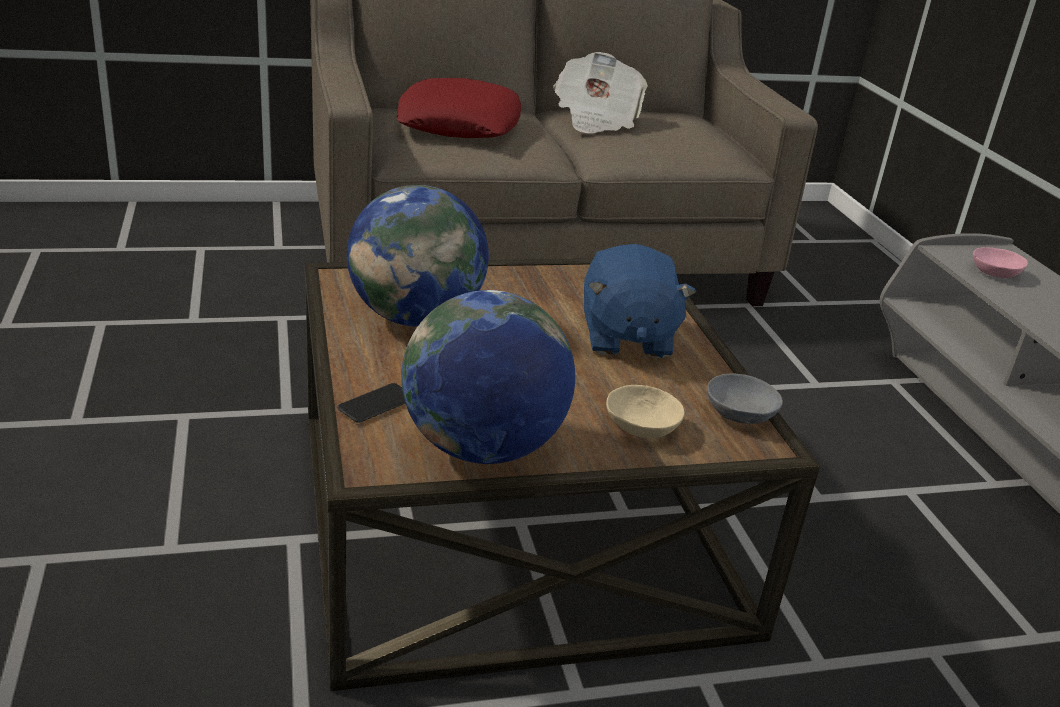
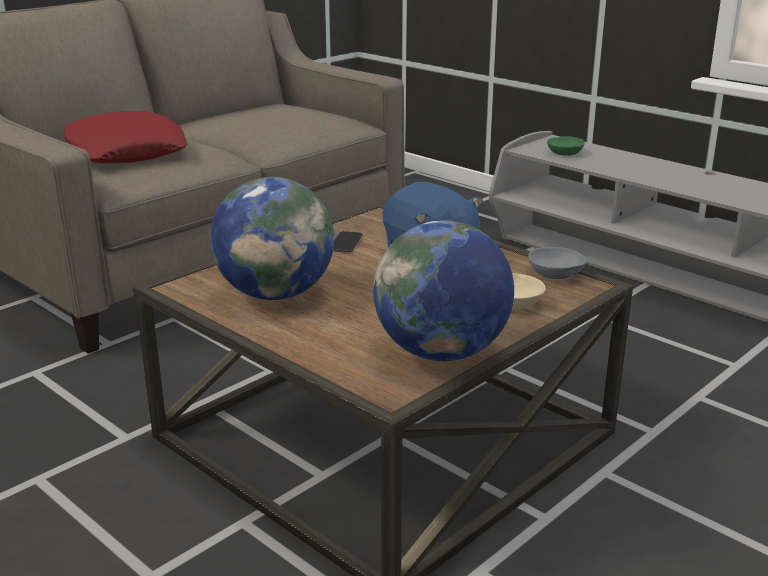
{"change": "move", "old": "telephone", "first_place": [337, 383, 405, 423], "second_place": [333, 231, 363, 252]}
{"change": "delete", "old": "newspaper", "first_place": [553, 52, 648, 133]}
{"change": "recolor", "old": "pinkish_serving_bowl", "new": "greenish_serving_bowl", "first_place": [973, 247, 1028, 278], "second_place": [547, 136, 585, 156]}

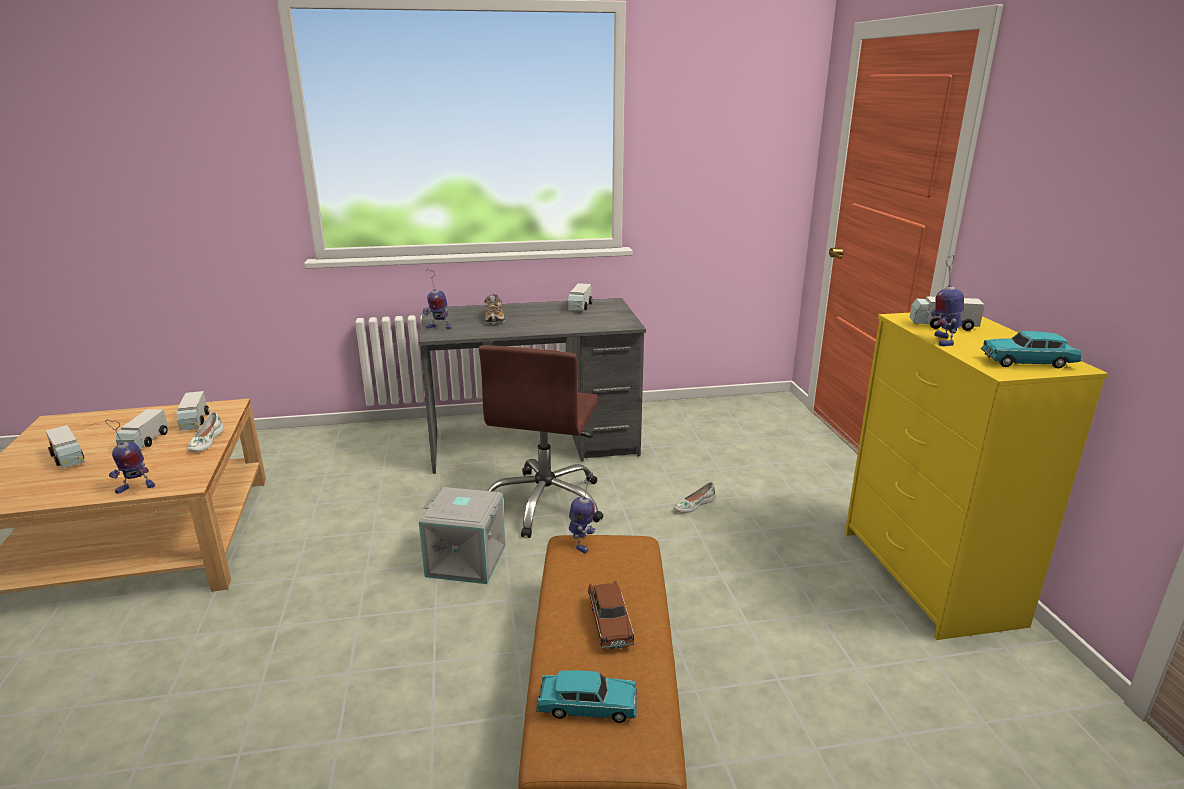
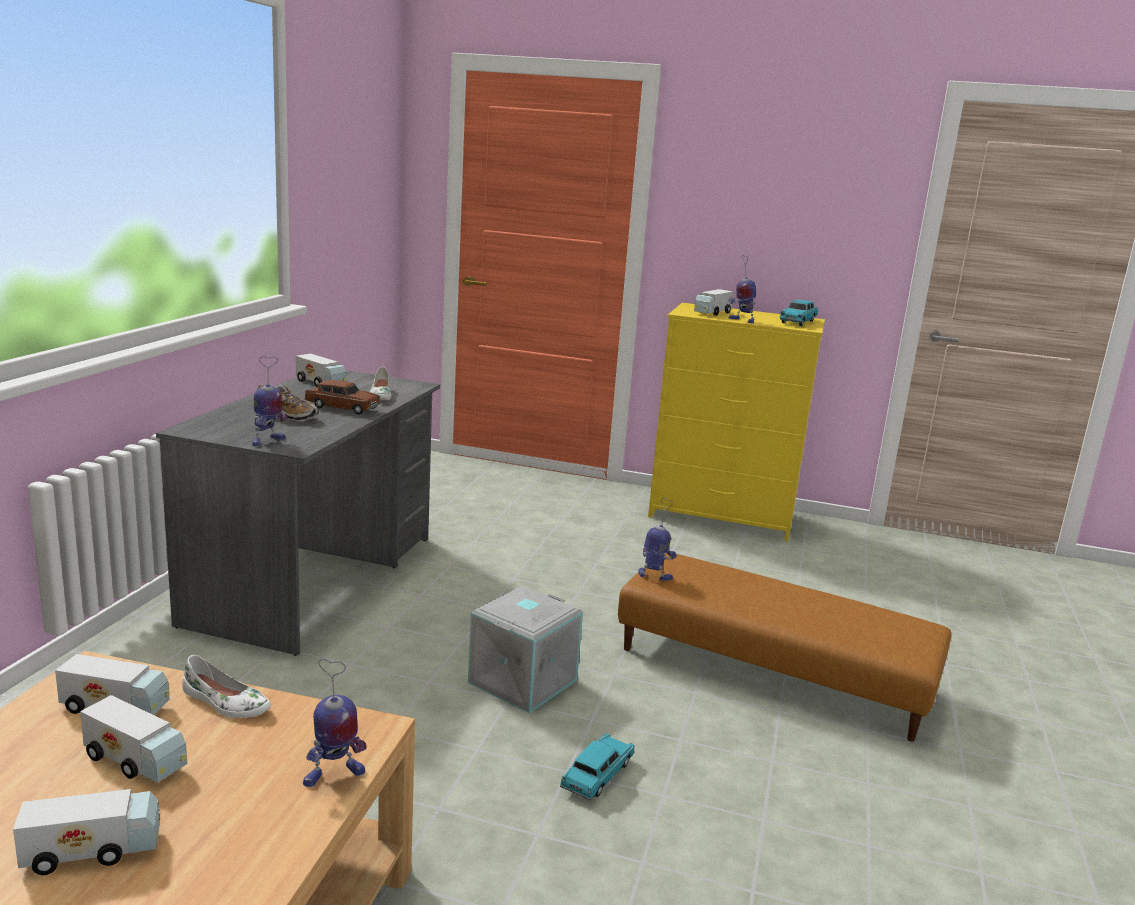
{"change": "rotate", "old": "model_robot", "first_place": [105, 420, 155, 494], "second_place": [303, 659, 367, 787], "degrees": 60}
{"change": "delete", "old": "brown_computer_chair", "first_place": [479, 345, 603, 538]}
{"change": "move", "old": "turquoise_model_car", "first_place": [536, 670, 638, 723], "second_place": [560, 733, 635, 800]}
{"change": "move", "old": "brown_model_car", "first_place": [588, 581, 635, 649], "second_place": [304, 380, 381, 415]}
{"change": "move", "old": "white_low_shoe", "first_place": [674, 482, 716, 513], "second_place": [370, 367, 391, 400]}

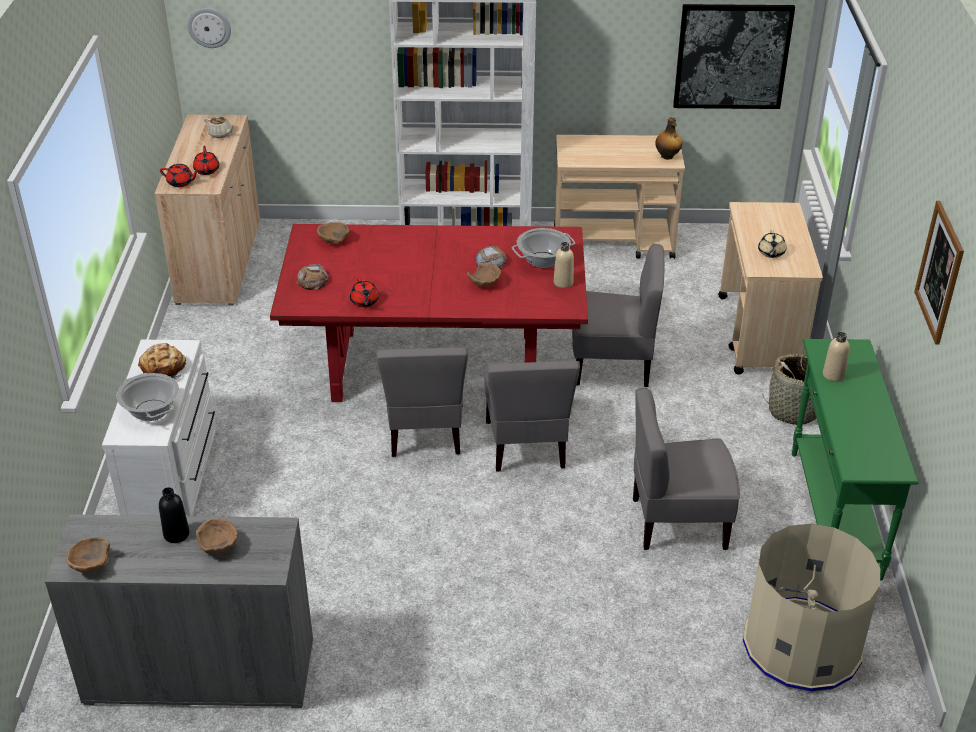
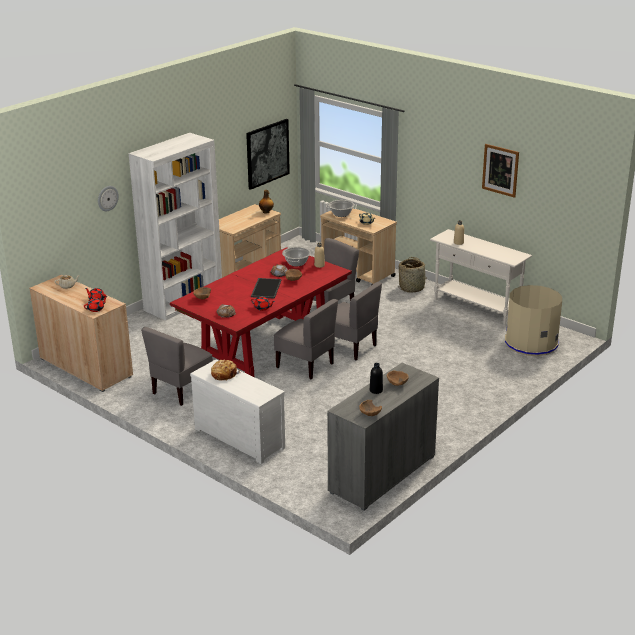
{"change": "move", "old": "saucepot", "first_place": [116, 373, 179, 421], "second_place": [326, 200, 357, 217]}
{"change": "move", "old": "hanging_clock", "first_place": [187, 8, 231, 48], "second_place": [98, 186, 119, 211]}
{"change": "move", "old": "grey_plain_chair", "first_place": [633, 388, 740, 550], "second_place": [141, 327, 213, 406]}
{"change": "recolor", "old": "greenish_hall_table", "new": "white_hall_table", "first_place": [792, 339, 919, 581], "second_place": [430, 229, 532, 325]}
{"change": "insert", "new": "carrying_tray", "second_place": [251, 278, 282, 299]}

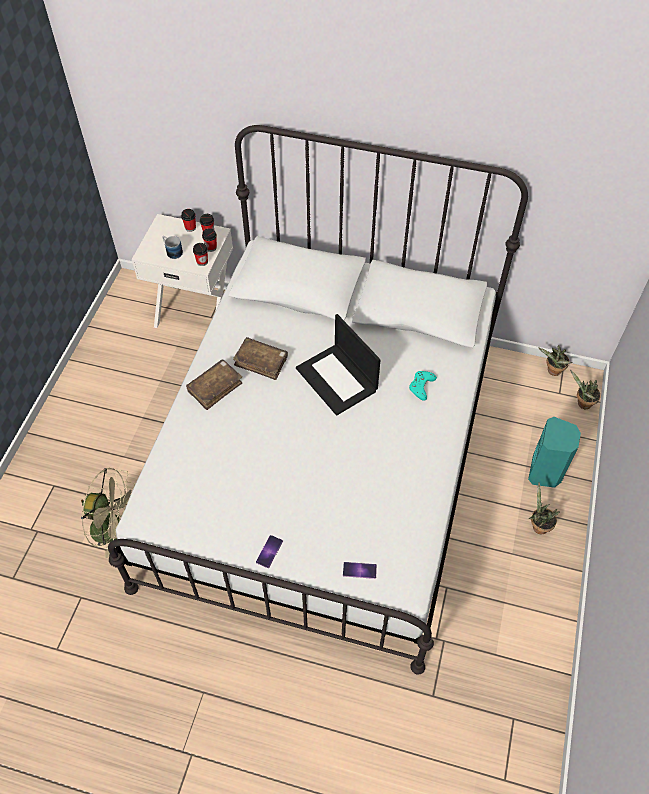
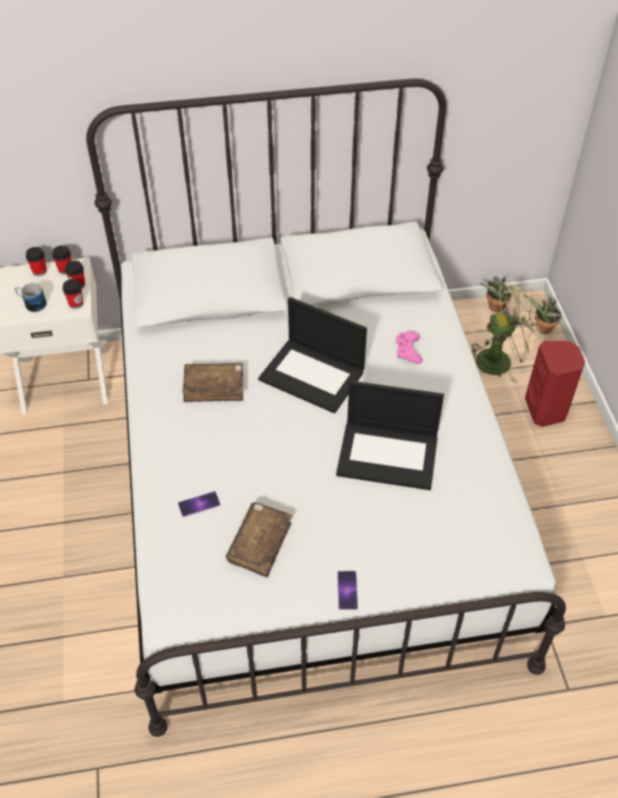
{"change": "move", "old": "sand-coloured_cooling_fan", "first_place": [81, 468, 134, 558], "second_place": [471, 280, 541, 384]}
{"change": "move", "old": "brown_book", "first_place": [186, 360, 242, 410], "second_place": [226, 502, 292, 577]}
{"change": "move", "old": "telephone", "first_place": [343, 562, 377, 579], "second_place": [178, 491, 220, 517]}
{"change": "recolor", "old": "turquoise_joypad", "new": "pinkish_joypad", "first_place": [409, 371, 437, 401], "second_place": [396, 331, 422, 364]}
{"change": "recolor", "old": "turquoise_speaker", "new": "red_speaker", "first_place": [528, 417, 581, 488], "second_place": [525, 341, 585, 427]}
{"change": "delete", "old": "potted_plant", "first_place": [529, 483, 560, 534]}
{"change": "insert", "new": "laptop", "second_place": [336, 381, 444, 490]}

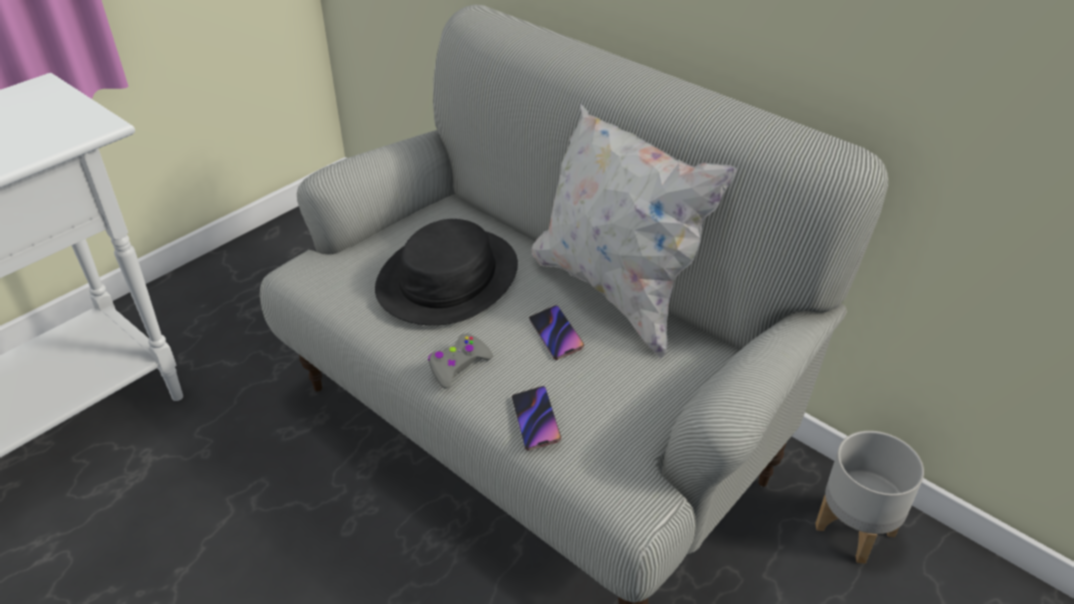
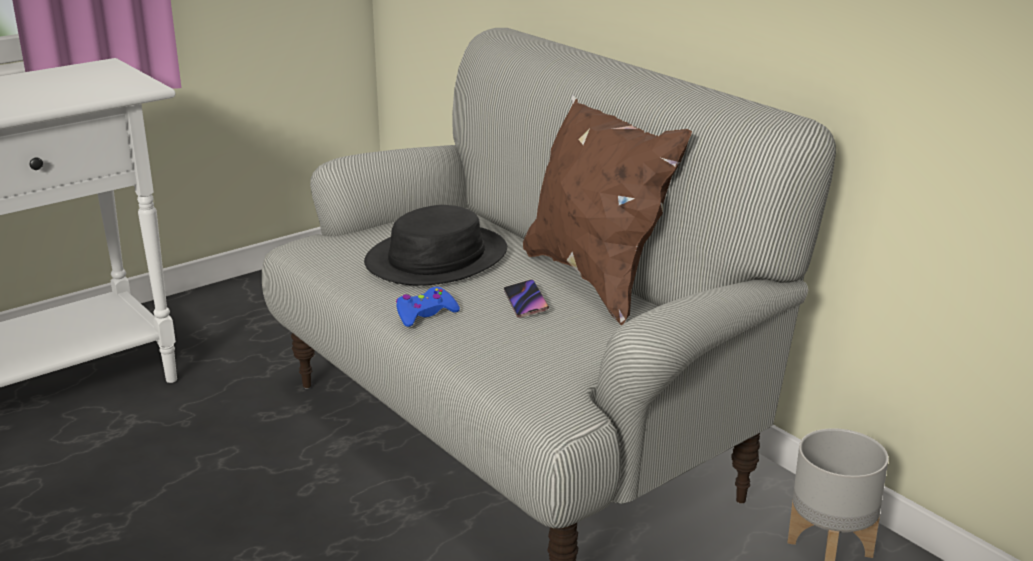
{"change": "recolor", "old": "grey_joypad", "new": "blue_joypad", "first_place": [428, 333, 493, 389], "second_place": [396, 287, 460, 327]}
{"change": "delete", "old": "telephone", "first_place": [512, 386, 562, 451]}
{"change": "recolor", "old": "white_throw_pillow", "new": "brown_throw_pillow", "first_place": [531, 104, 737, 359], "second_place": [523, 95, 692, 326]}

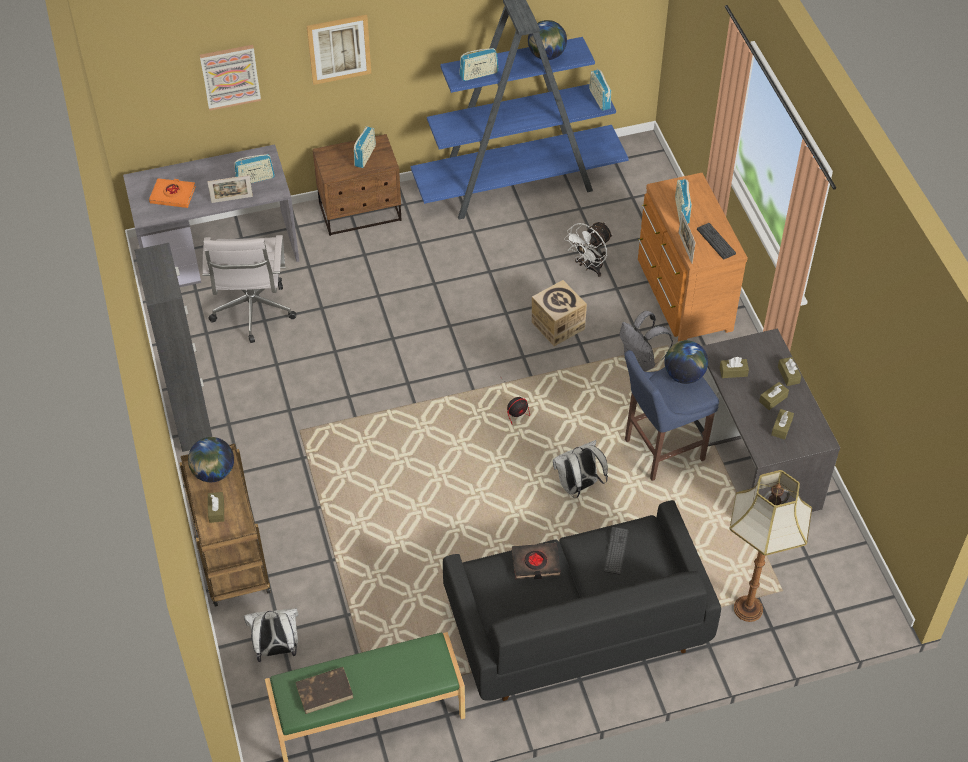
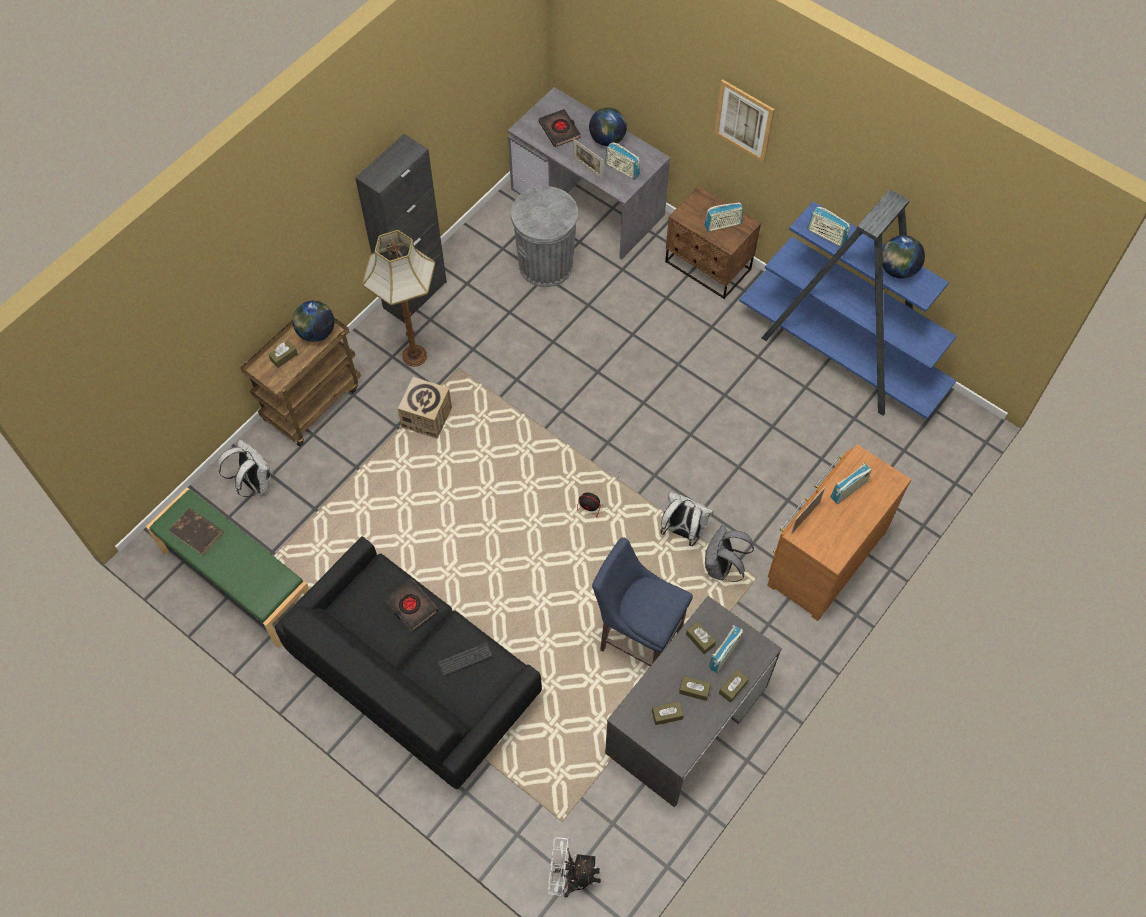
{"change": "recolor", "old": "orange-coloured_book", "new": "blackish_book", "first_place": [149, 178, 196, 208], "second_place": [539, 109, 581, 147]}
{"change": "delete", "old": "picture", "first_place": [200, 45, 261, 110]}
{"change": "replace", "old": "white_computer_chair", "new": "grey_waste_bin", "first_place": [202, 235, 296, 343], "second_place": [511, 186, 579, 287]}
{"change": "move", "old": "carton", "first_place": [532, 280, 587, 346], "second_place": [398, 377, 452, 439]}
{"change": "move", "old": "white_rucksack", "first_place": [553, 440, 608, 498], "second_place": [660, 492, 713, 546]}
{"change": "move", "old": "white_cooling_fan", "first_place": [564, 222, 613, 277], "second_place": [548, 837, 601, 898]}
{"change": "move", "old": "radio_receiver", "first_place": [589, 68, 611, 111], "second_place": [709, 625, 743, 673]}
{"change": "move", "old": "globe", "first_place": [664, 340, 708, 384], "second_place": [589, 107, 627, 146]}
{"change": "delete", "old": "PC_keyboard", "first_place": [697, 223, 736, 260]}
{"change": "move", "old": "standing_lamp", "first_place": [729, 470, 812, 622], "second_place": [362, 230, 435, 367]}

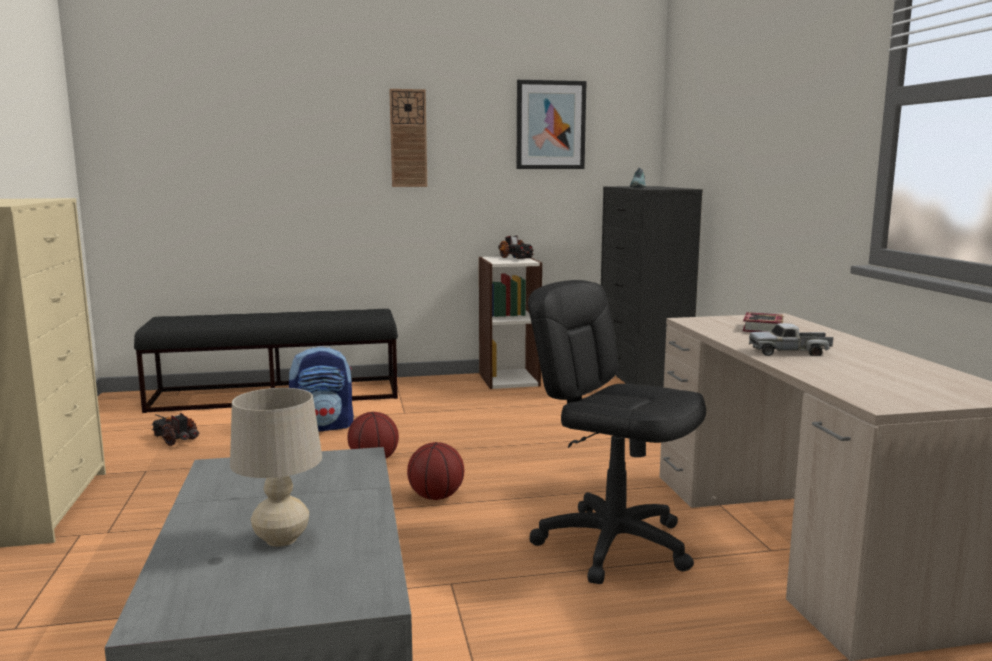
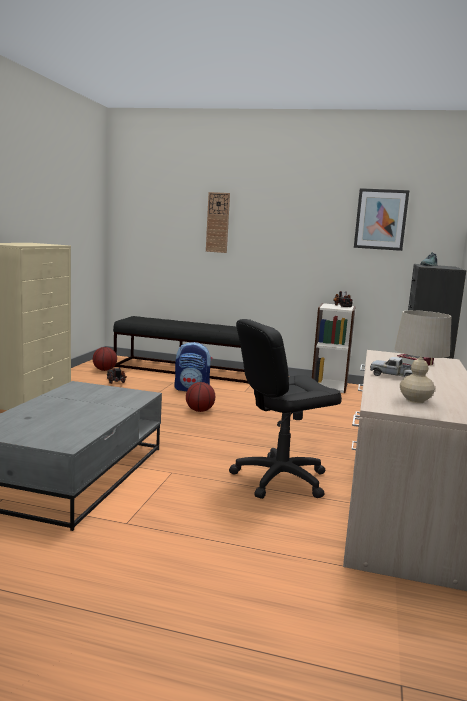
{"change": "move", "old": "sand-coloured_lamp_for_a_table", "first_place": [230, 388, 322, 547], "second_place": [394, 310, 451, 403]}
{"change": "move", "old": "hanging_clock", "first_place": [389, 89, 427, 187], "second_place": [206, 192, 230, 253]}
{"change": "move", "old": "ball_for_basketball", "first_place": [407, 442, 464, 500], "second_place": [93, 347, 117, 371]}
{"change": "rotate", "old": "blackish_computer_chair", "first_place": [528, 280, 706, 584], "second_place": [229, 319, 342, 499], "degrees": -90}

